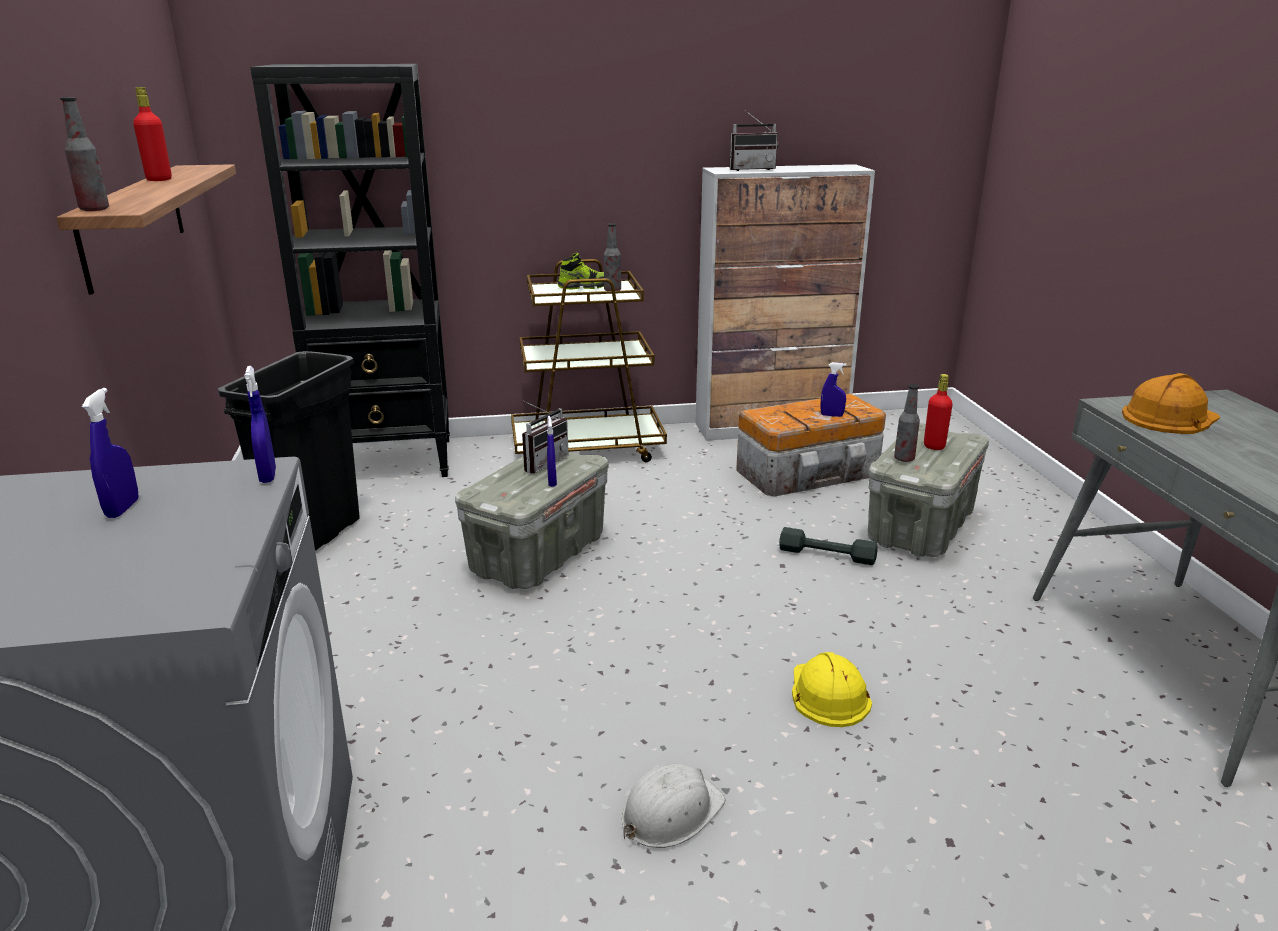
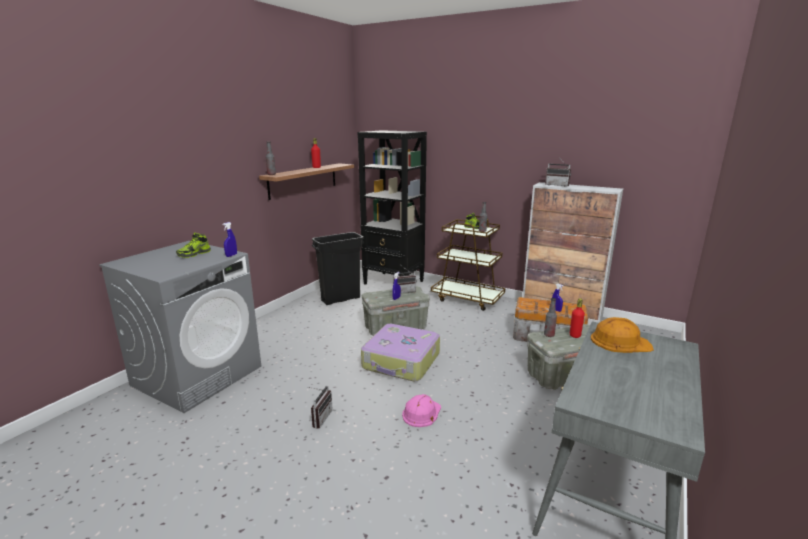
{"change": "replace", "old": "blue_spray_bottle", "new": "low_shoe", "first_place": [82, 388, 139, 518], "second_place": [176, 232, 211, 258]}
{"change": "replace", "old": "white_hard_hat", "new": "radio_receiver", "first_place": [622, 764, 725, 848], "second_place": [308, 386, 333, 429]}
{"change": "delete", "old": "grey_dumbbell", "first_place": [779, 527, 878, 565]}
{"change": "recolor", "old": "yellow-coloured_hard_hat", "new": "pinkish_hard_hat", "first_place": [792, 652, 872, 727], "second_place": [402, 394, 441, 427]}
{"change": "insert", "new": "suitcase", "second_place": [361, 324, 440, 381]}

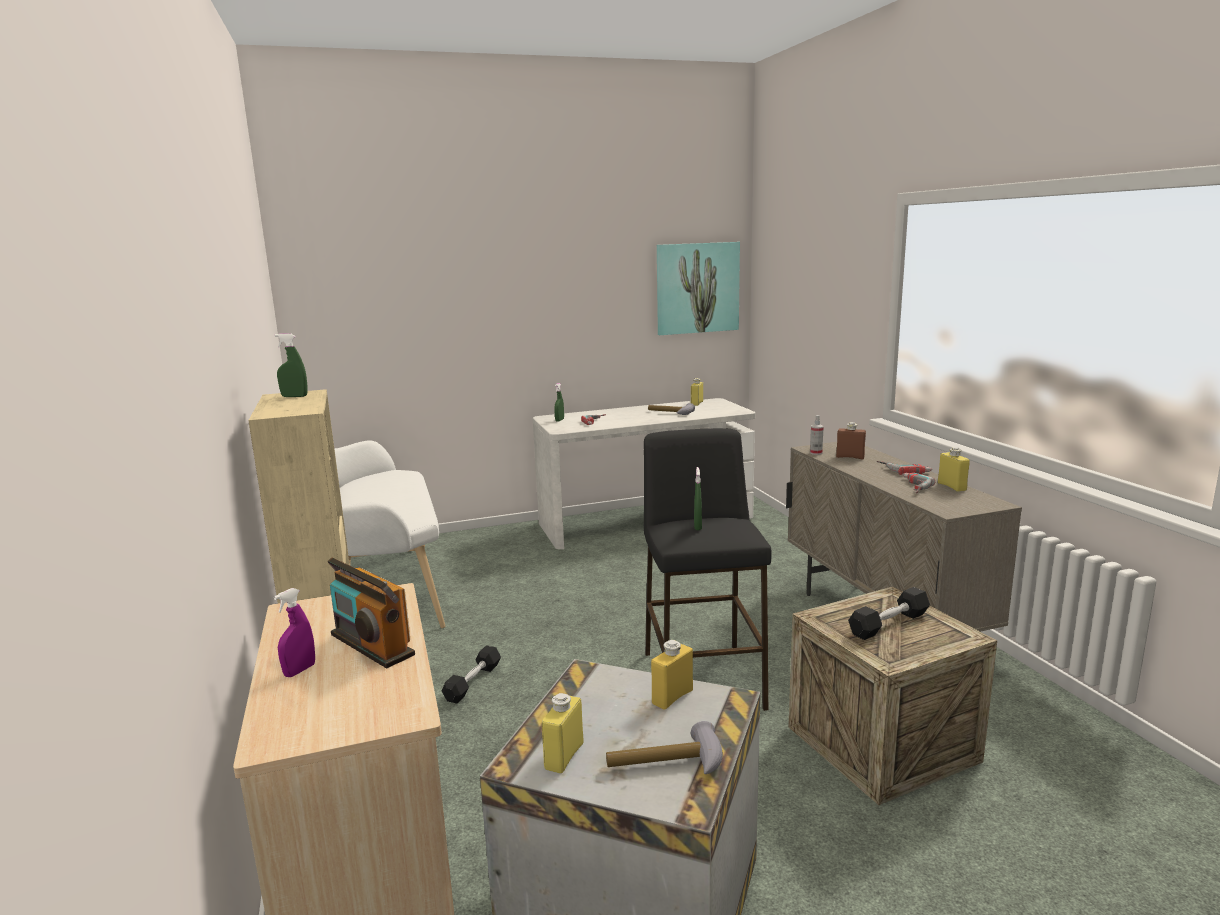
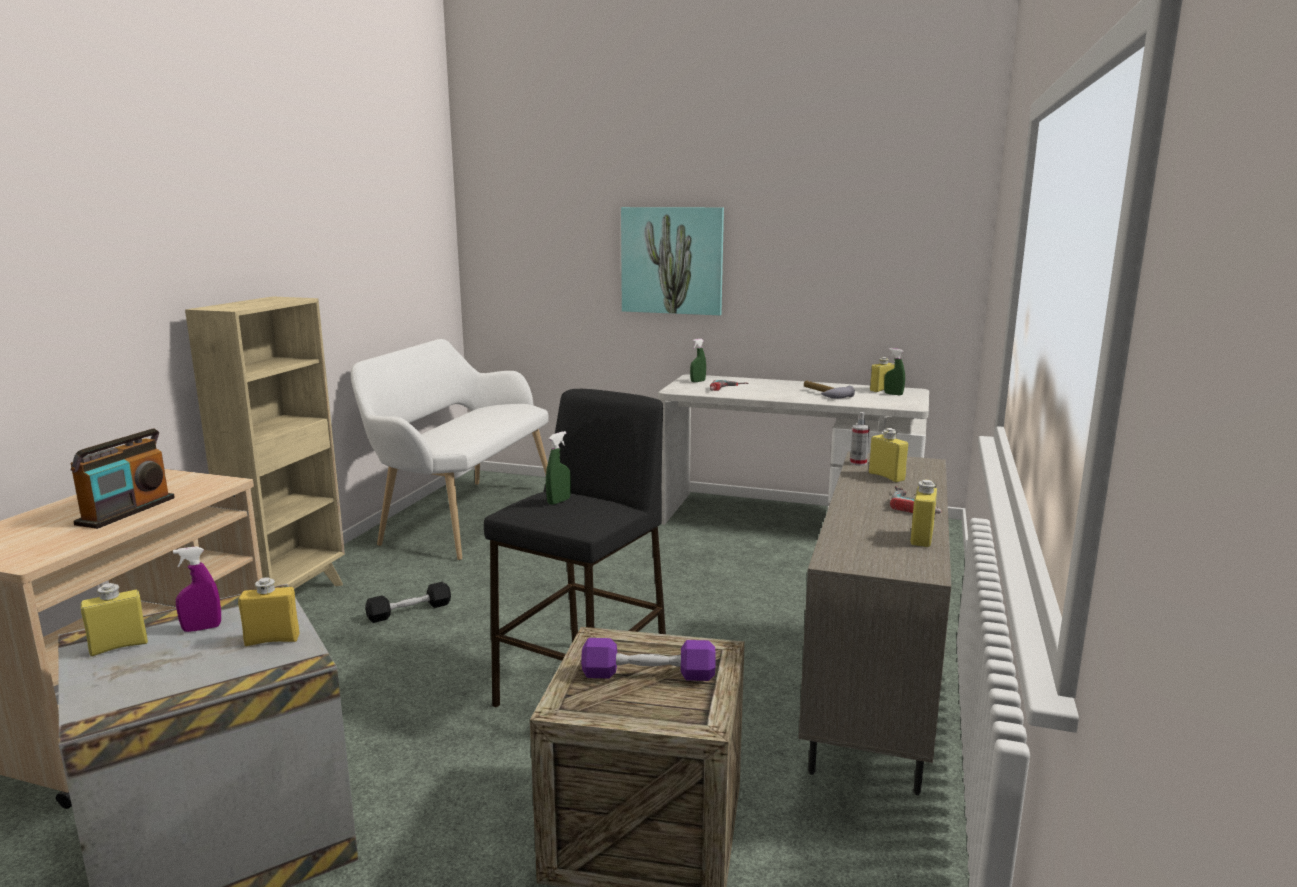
{"change": "move", "old": "purple-coloured_spray_bottle", "first_place": [274, 588, 315, 677], "second_place": [173, 546, 221, 632]}
{"change": "move", "old": "greenish_spray_bottle", "first_place": [275, 333, 307, 397], "second_place": [884, 348, 905, 395]}
{"change": "rotate", "old": "radio_receiver", "first_place": [328, 557, 415, 668], "second_place": [71, 428, 175, 529], "degrees": -150}
{"change": "delete", "old": "tool_hammer", "first_place": [606, 721, 723, 774]}
{"change": "move", "old": "picture", "first_place": [657, 242, 740, 335], "second_place": [621, 207, 724, 315]}
{"change": "recolor", "old": "brown_beverage_bottle", "new": "yellow-coloured_beverage_bottle", "first_place": [836, 422, 866, 459], "second_place": [869, 428, 908, 482]}
{"change": "recolor", "old": "blackish_dumbbell", "new": "purple-coloured_dumbbell", "first_place": [848, 587, 930, 640], "second_place": [581, 638, 716, 681]}
{"change": "delete", "old": "drill", "first_place": [903, 473, 935, 493]}

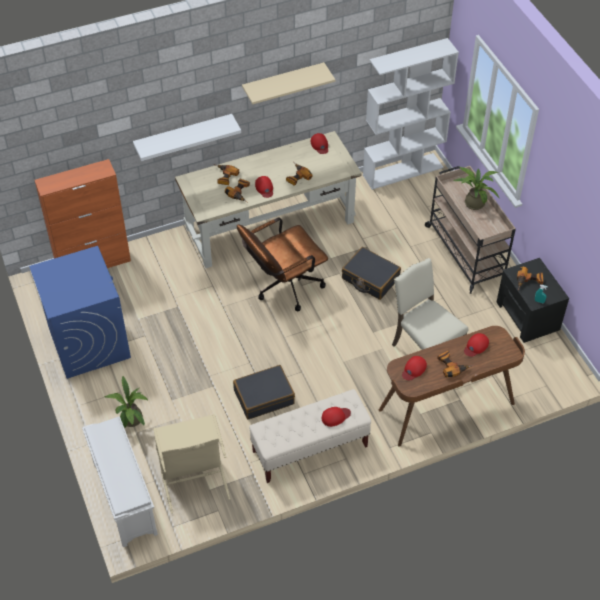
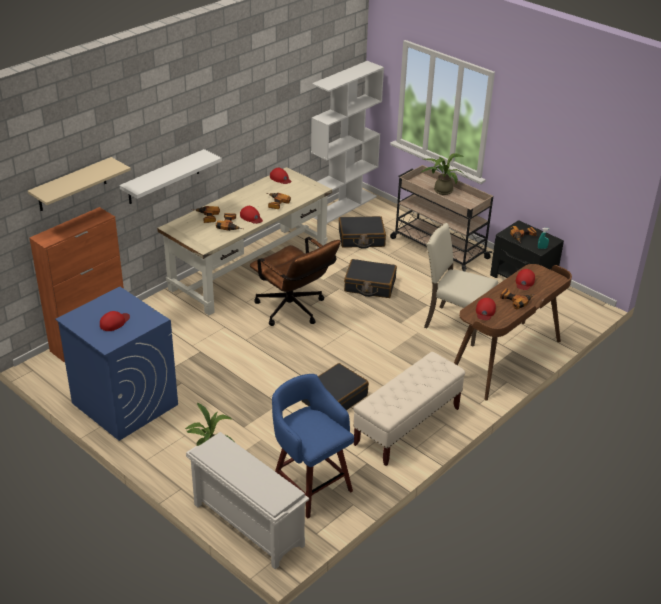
{"change": "replace", "old": "sand-coloured_laundry_basket", "new": "blue_sitting_stool", "first_place": [153, 414, 230, 514], "second_place": [272, 374, 354, 518]}
{"change": "rotate", "old": "brown_computer_chair", "first_place": [237, 217, 328, 311], "second_place": [250, 237, 341, 326], "degrees": -75}
{"change": "move", "old": "sand-coloured_wall_shelf", "first_place": [242, 62, 336, 104], "second_place": [28, 157, 131, 211]}
{"change": "move", "old": "red_peaked_cap", "first_place": [322, 407, 351, 427], "second_place": [100, 311, 130, 331]}
{"change": "insert", "new": "blackish_suitcase", "second_place": [339, 216, 386, 249]}

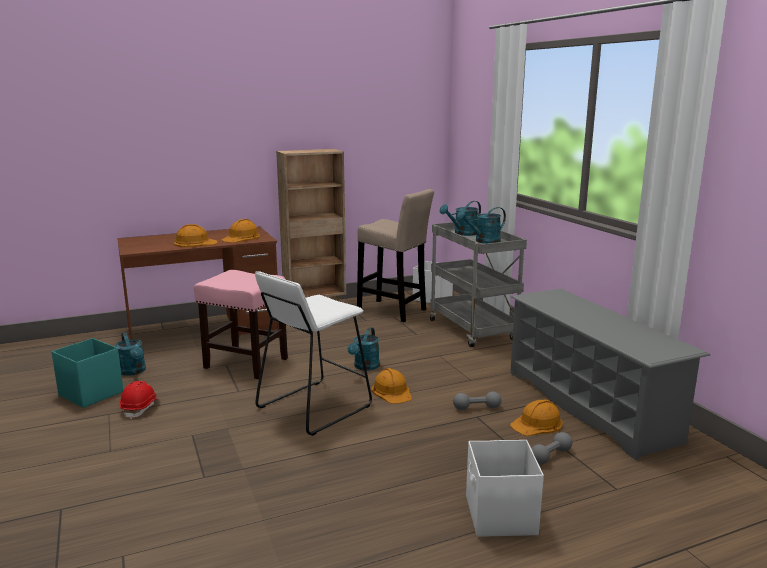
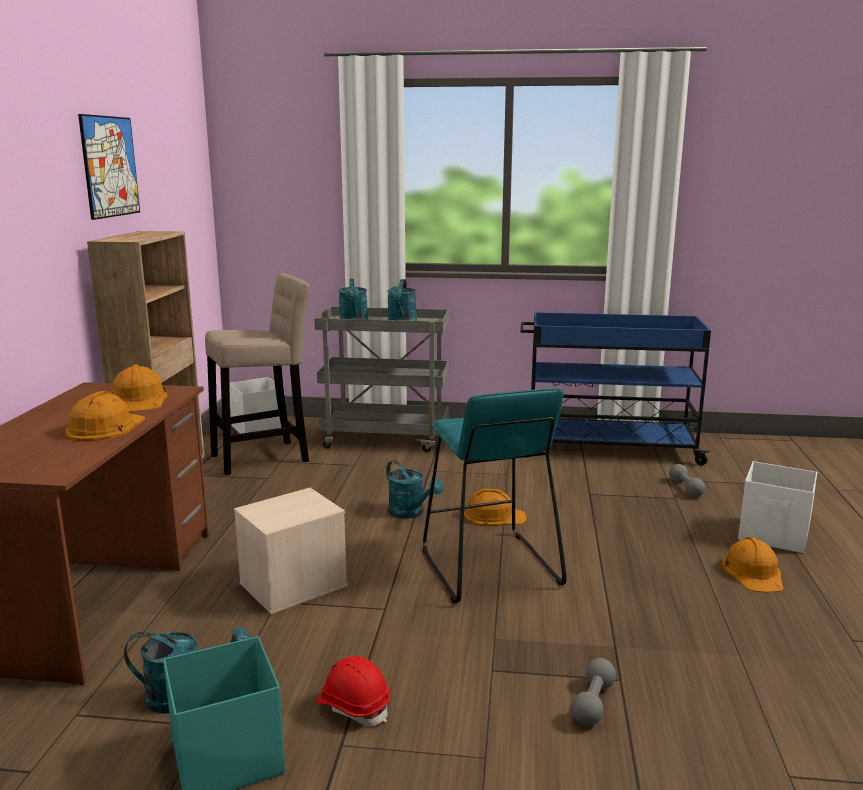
{"change": "replace", "old": "pinkish_sitting_stool", "new": "sand-coloured_storage_container", "first_place": [194, 270, 288, 379], "second_place": [234, 488, 348, 614]}
{"change": "recolor", "old": "white_sitting_stool", "new": "turquoise_sitting_stool", "first_place": [255, 271, 372, 436], "second_place": [423, 388, 567, 603]}
{"change": "move", "old": "grey_dumbbell", "first_place": [453, 391, 501, 410], "second_place": [571, 658, 616, 726]}
{"change": "replace", "old": "grey_shoe_stand", "new": "blue_cart", "first_place": [510, 289, 710, 460], "second_place": [520, 312, 711, 465]}
{"change": "move", "old": "orange-coloured_hard_hat", "first_place": [510, 399, 563, 436], "second_place": [722, 537, 783, 592]}
{"change": "insert", "new": "picture", "second_place": [78, 114, 140, 220]}

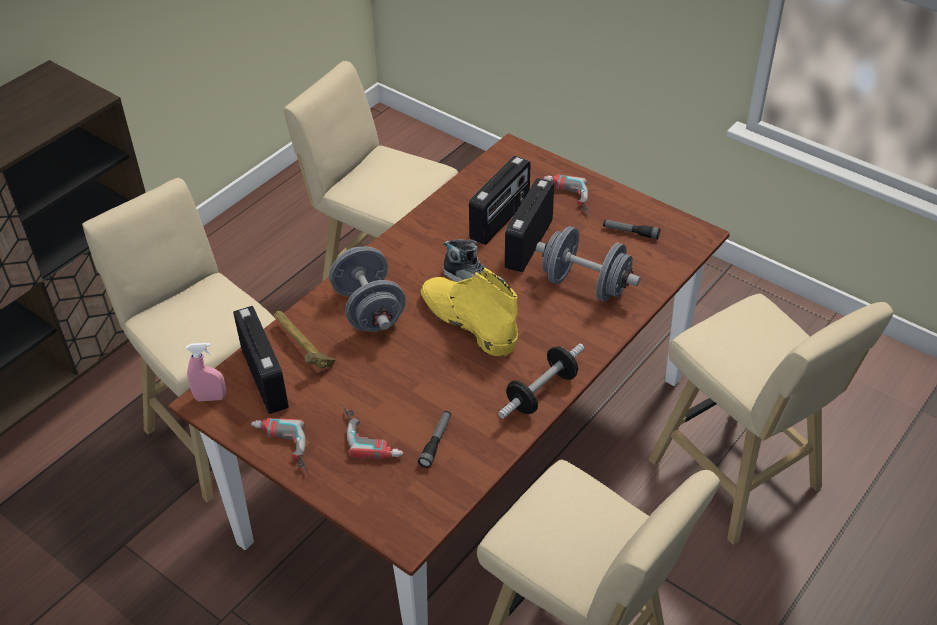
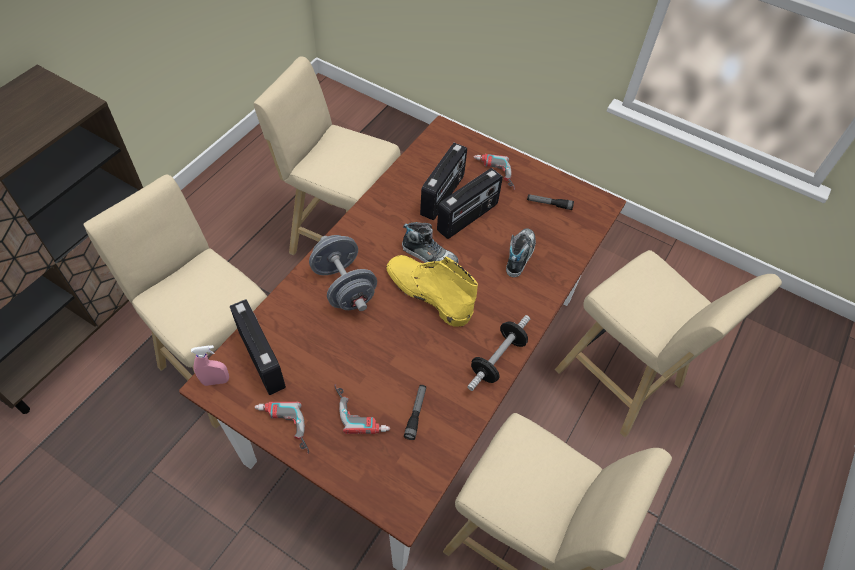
{"change": "delete", "old": "tool_hammer", "first_place": [274, 311, 336, 369]}
{"change": "rotate", "old": "radio_receiver", "first_place": [505, 178, 554, 273], "second_place": [437, 168, 503, 239], "degrees": -150}
{"change": "replace", "old": "grey_dumbbell", "new": "low_shoe", "first_place": [536, 226, 641, 302], "second_place": [506, 228, 536, 277]}

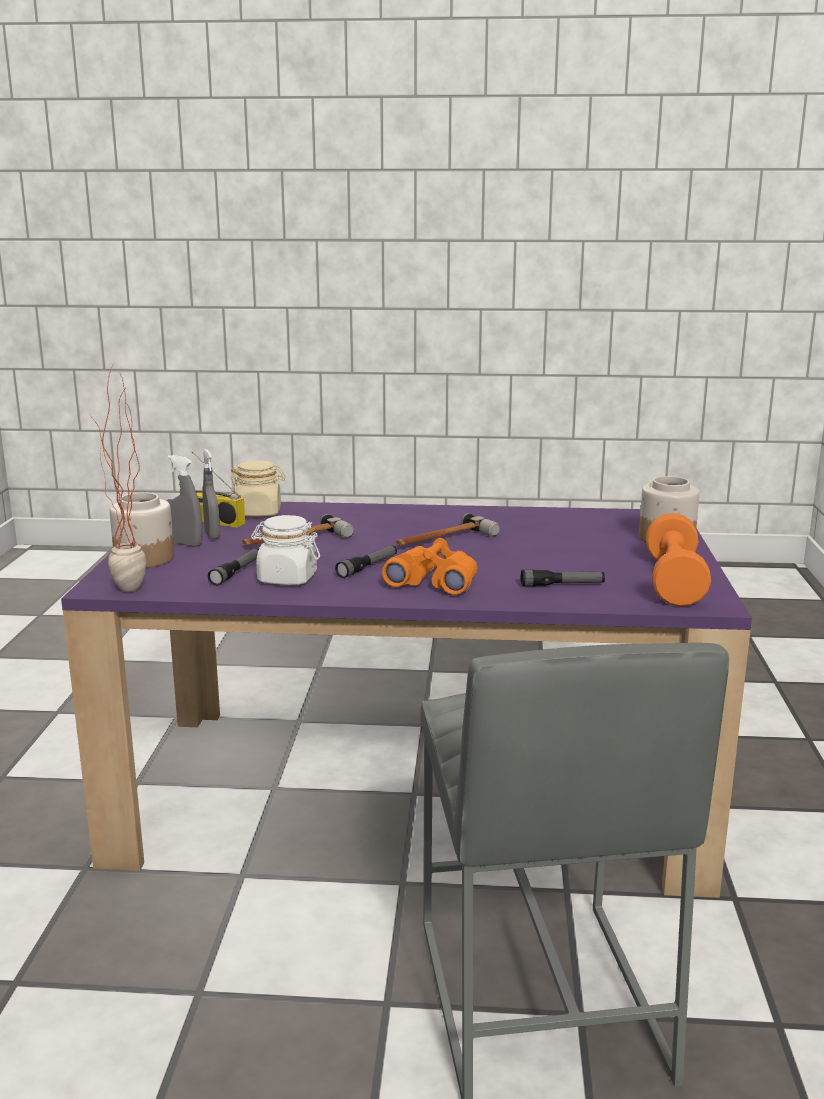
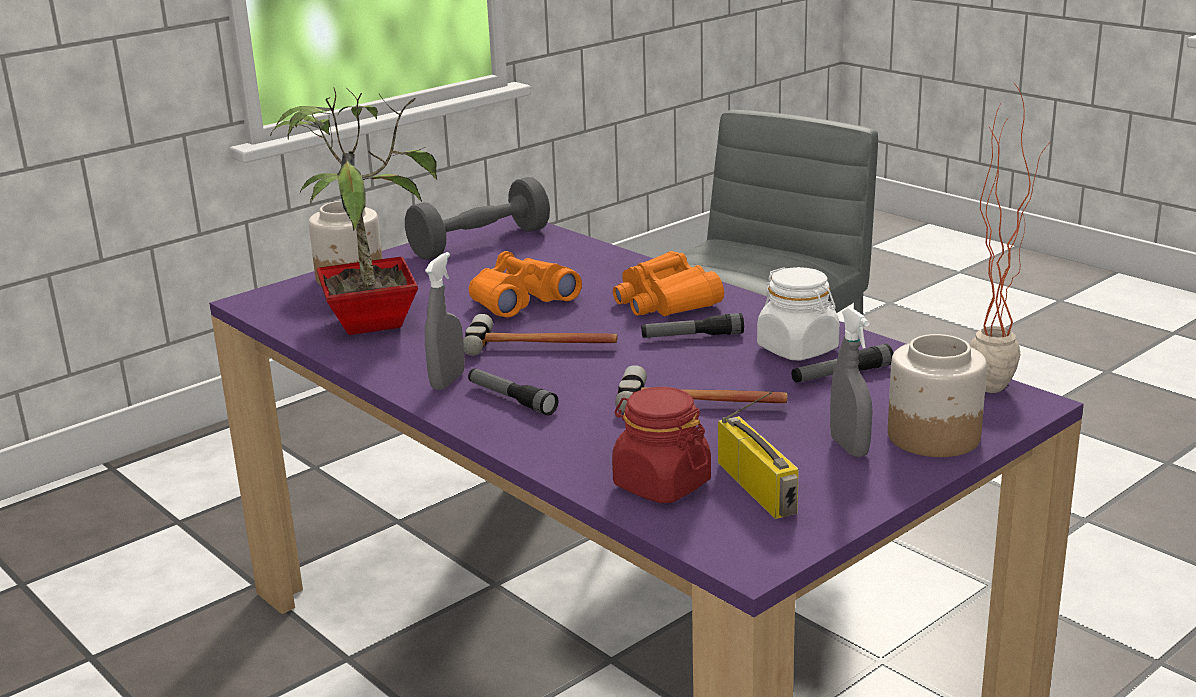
{"change": "move", "old": "grey_spray_bottle", "first_place": [202, 449, 220, 539], "second_place": [425, 252, 465, 390]}
{"change": "recolor", "old": "sand-coloured_preserve_jar", "new": "red_preserve_jar", "first_place": [230, 460, 286, 517], "second_place": [612, 387, 711, 503]}
{"change": "move", "old": "torch", "first_place": [521, 569, 605, 586], "second_place": [468, 368, 558, 415]}
{"change": "recolor", "old": "orange-coloured_dumbbell", "new": "grey_dumbbell", "first_place": [646, 513, 711, 607], "second_place": [405, 177, 550, 260]}
{"change": "insert", "new": "potted_plant", "second_place": [270, 87, 437, 335]}
{"change": "insert", "new": "orange-coloured_field_glasses", "second_place": [469, 251, 582, 318]}

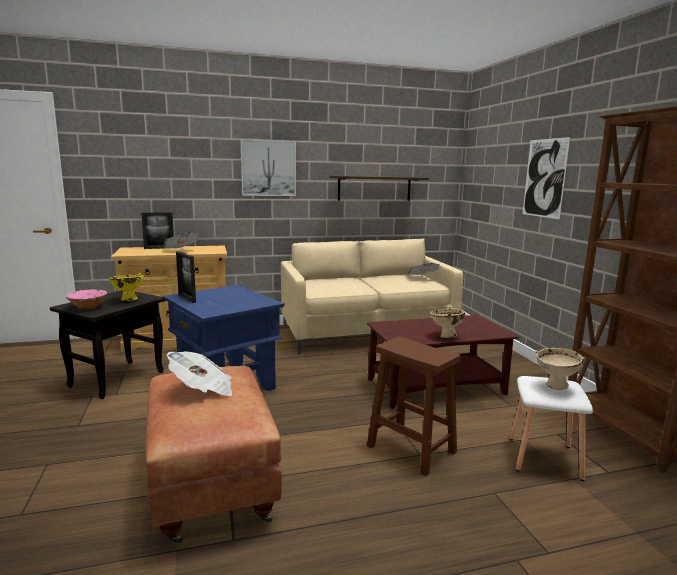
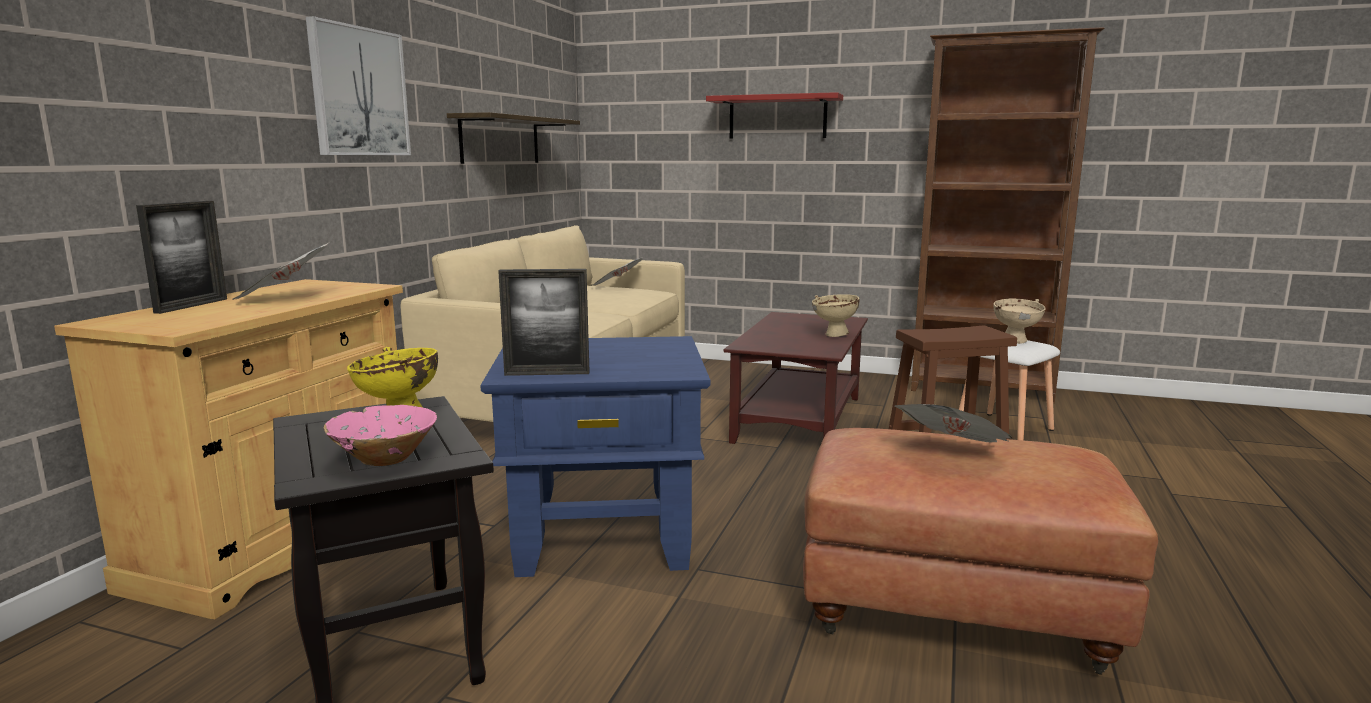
{"change": "replace", "old": "picture", "new": "red_wall_shelf", "first_place": [523, 137, 570, 219], "second_place": [706, 92, 843, 139]}

